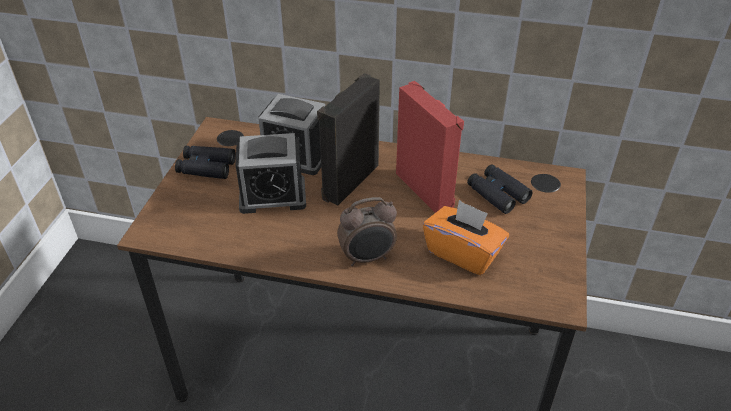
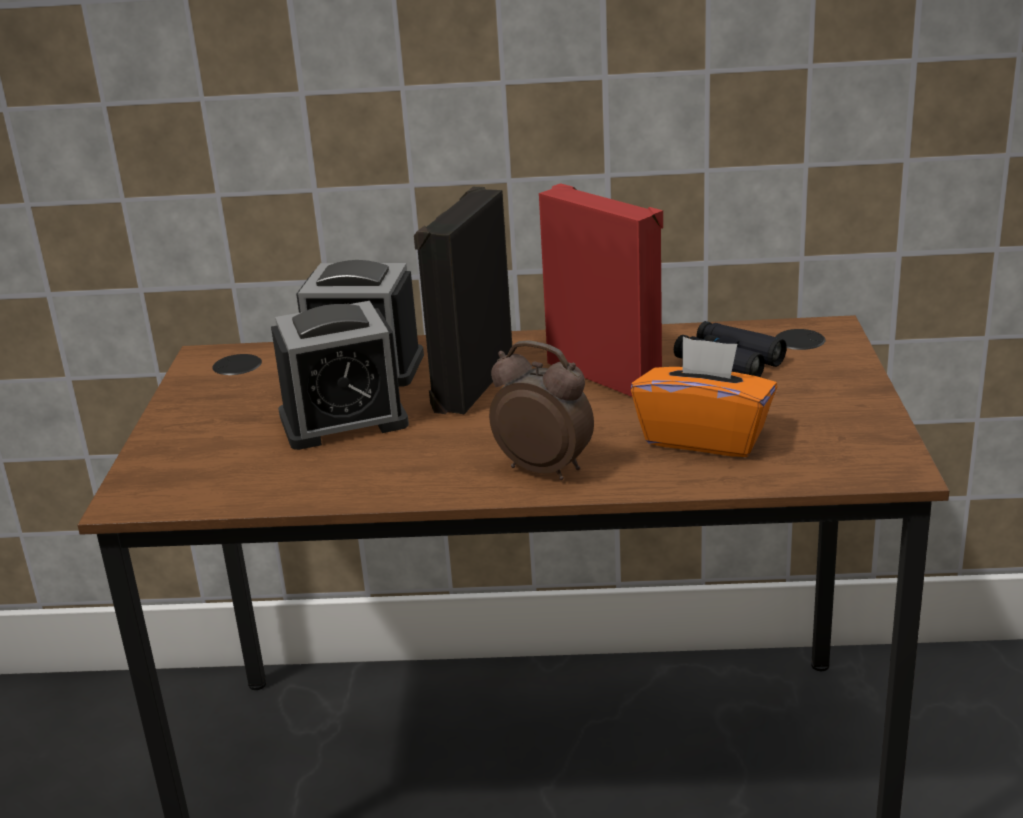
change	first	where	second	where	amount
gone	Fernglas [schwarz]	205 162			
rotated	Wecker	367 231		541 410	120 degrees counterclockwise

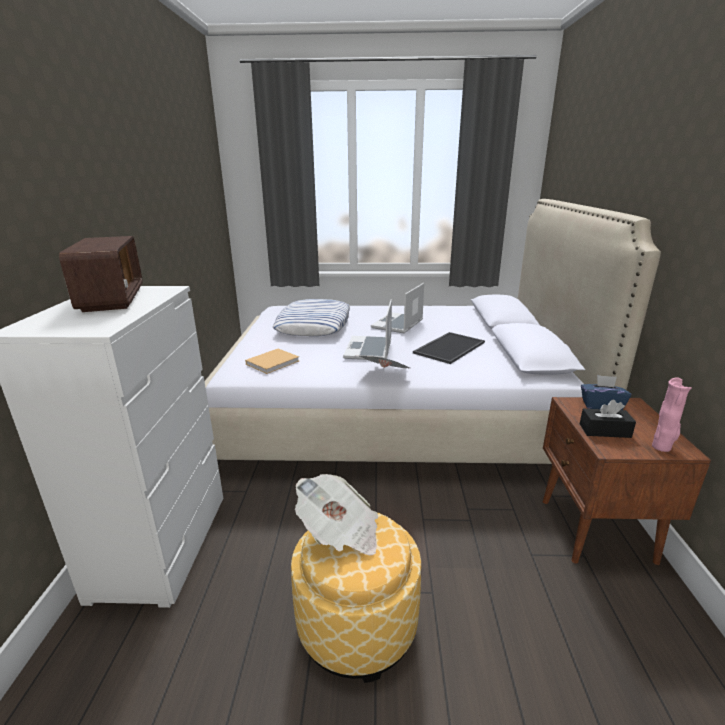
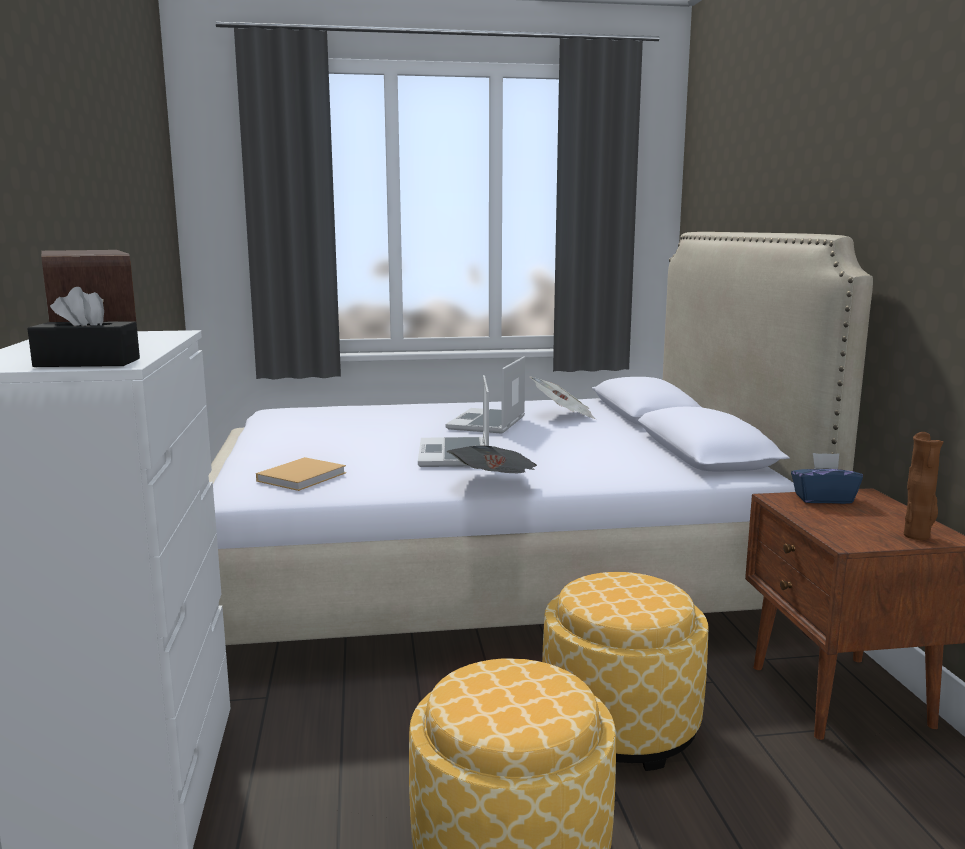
change	first	where	second	where	amount
gone	Kissen	311 317			
gone	Tablett	449 348			
new			Polsterhocker	625 671	
shifted	Zeitung	336 515		563 397	
shifted	Taschentuchbox [schwarz]	608 418		83 327	
repainted	Vase [rosa]	671 414	Vase [braun]	924 486	

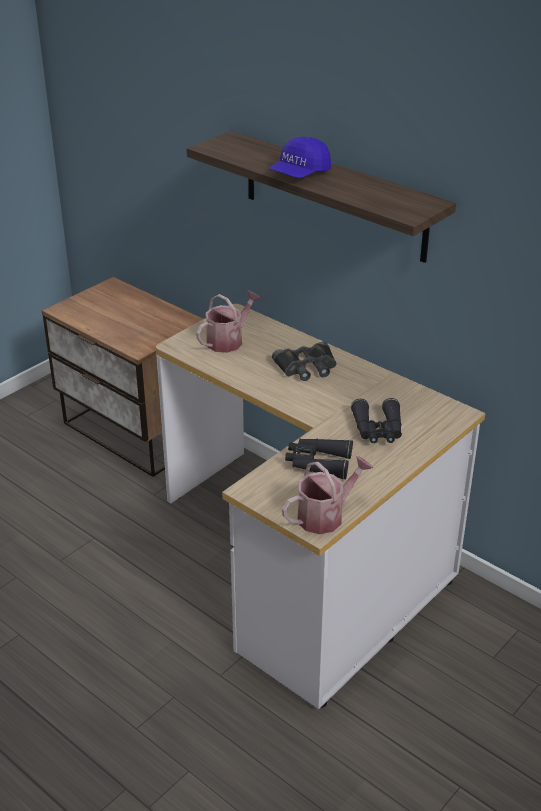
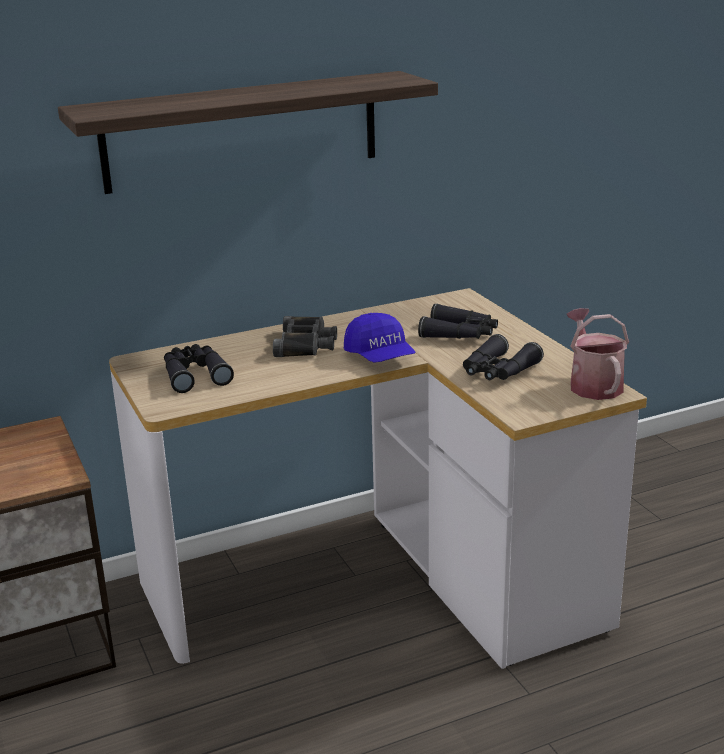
change	first	where	second	where	amount
shifted	Kappe [blau]	300 157		380 338	
swapped	Gießkanne	228 321	Fernglas [schwarz]	199 368	

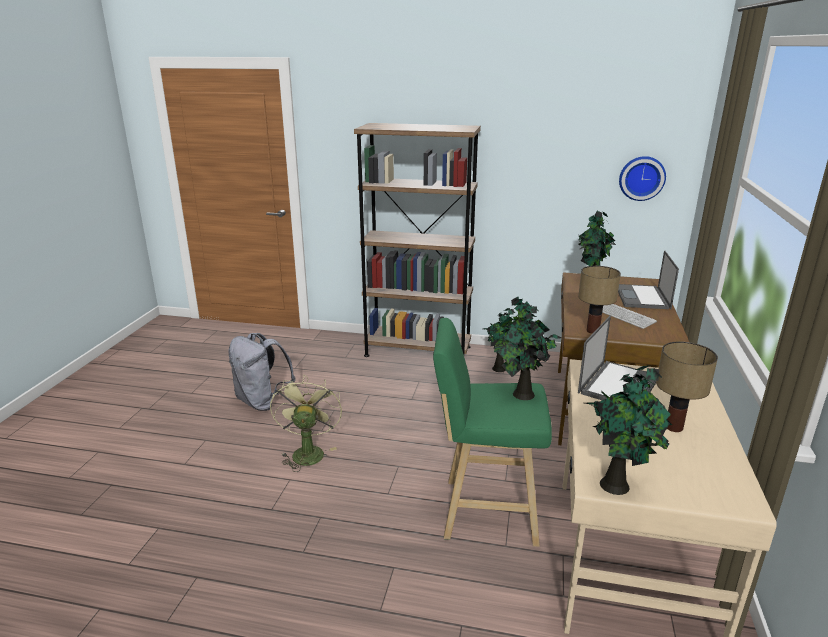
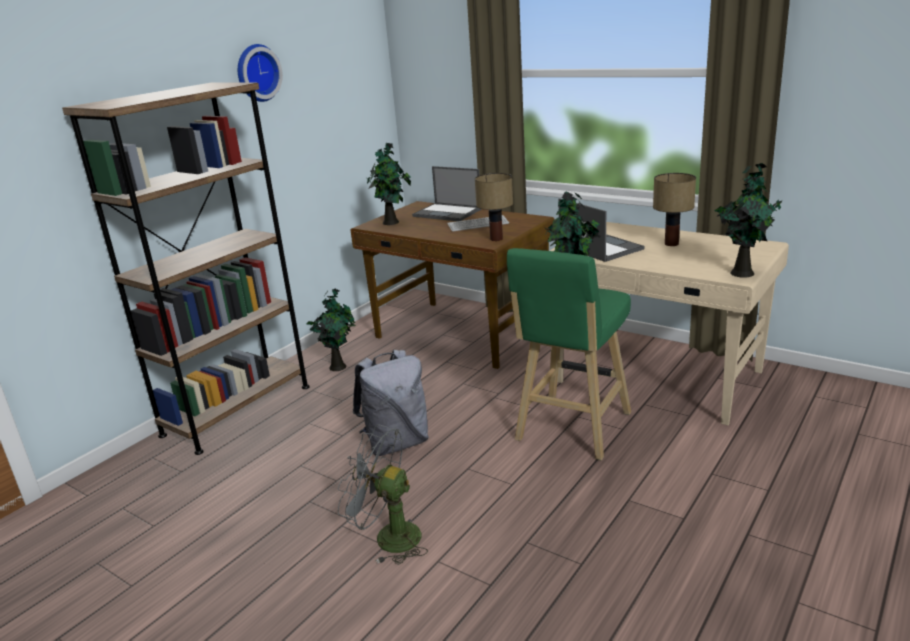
change	first	where	second	where	amount
shifted	Rucksack [grau]	262 372		391 403	
shifted	Wanduhr	642 178		260 73	
repainted	Ventilator [grün]	306 423	Ventilator [grau]	383 494	

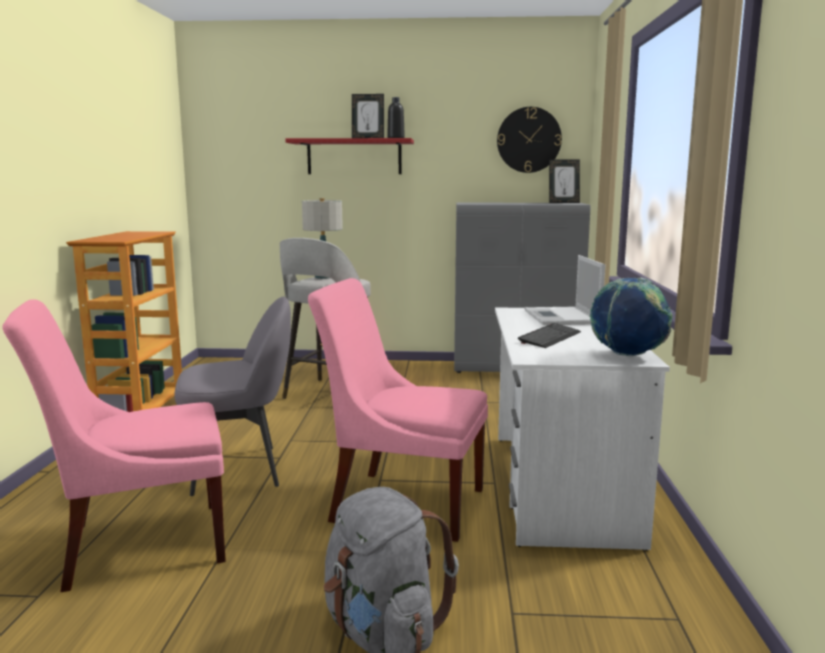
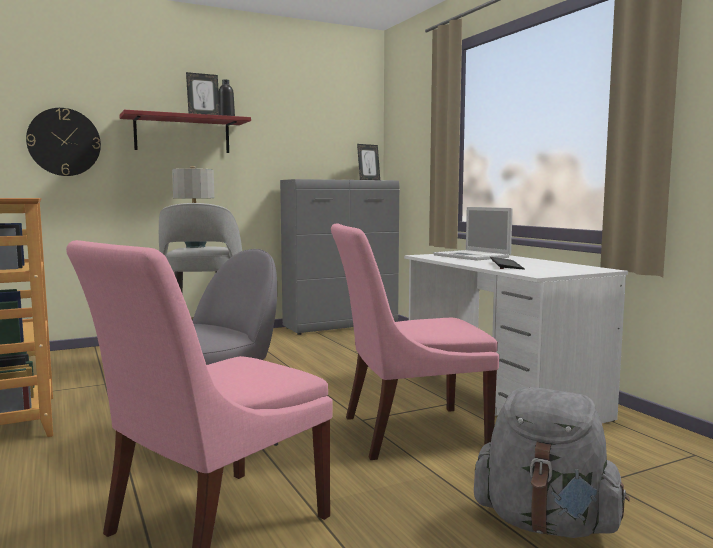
change	first	where	second	where	amount
gone	Globus	631 317			
shifted	Wanduhr	529 140		63 142	

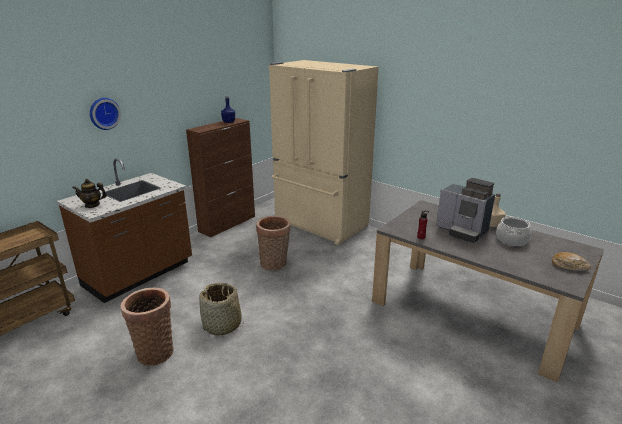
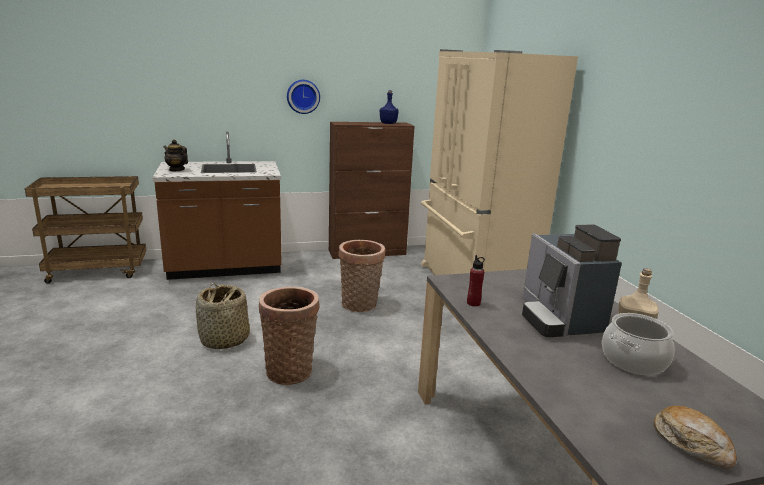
change	first	where	second	where	amount
shifted	Wanduhr	105 114		303 97	
shifted	Korb	147 327		289 336	

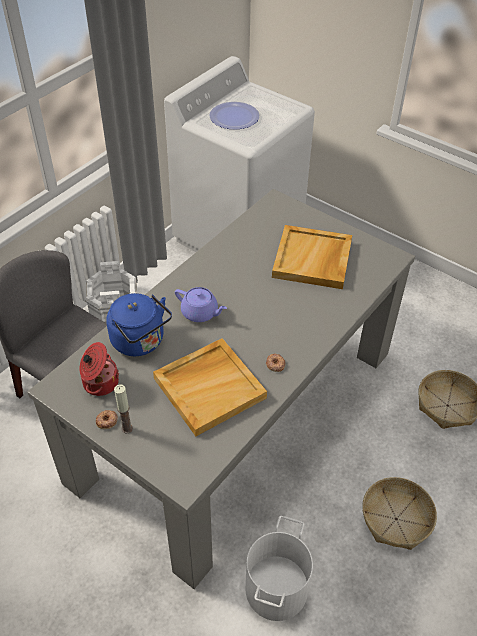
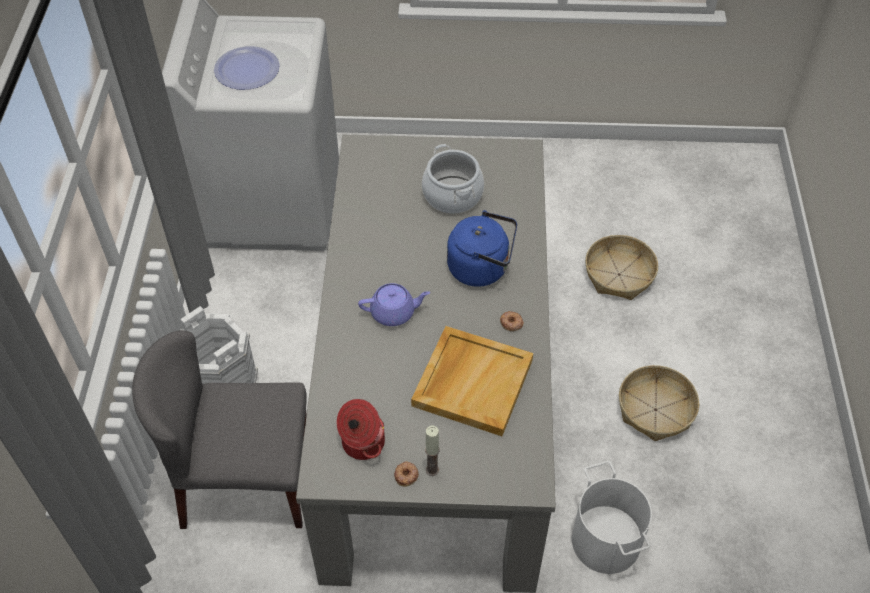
change	first	where	second	where	amount
shifted	Wasserkessel [blau]	139 324		482 248	
swapped	Tablett [beige]	312 257	Kochtopf	453 179	

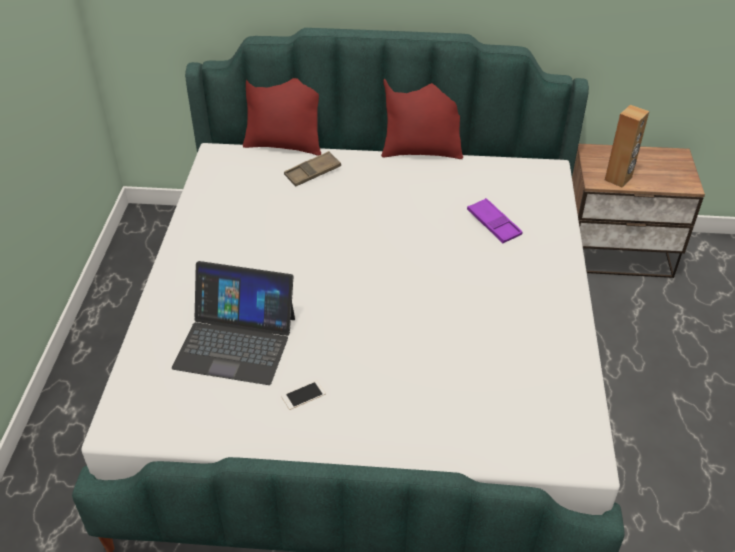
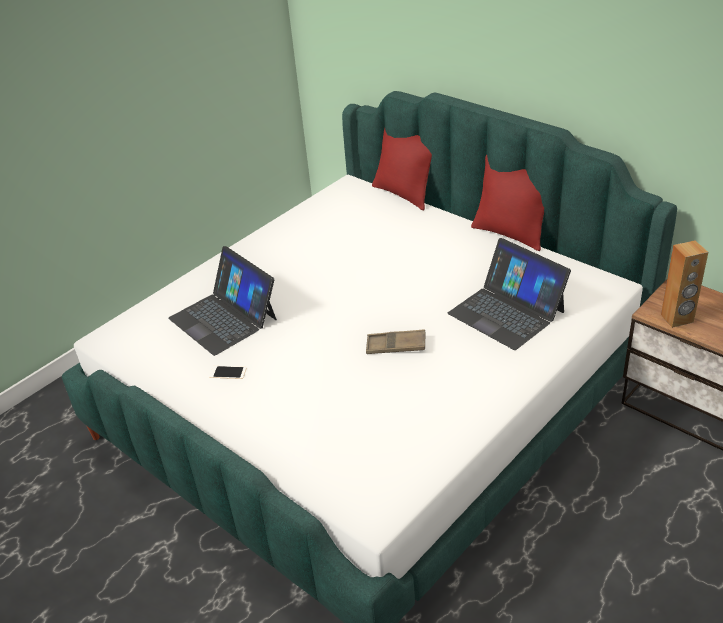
change	first	where	second	where	amount
shifted	Tablett [braun]	312 169		396 341	
swapped	Tablett [lila]	495 220	Laptop	509 294	

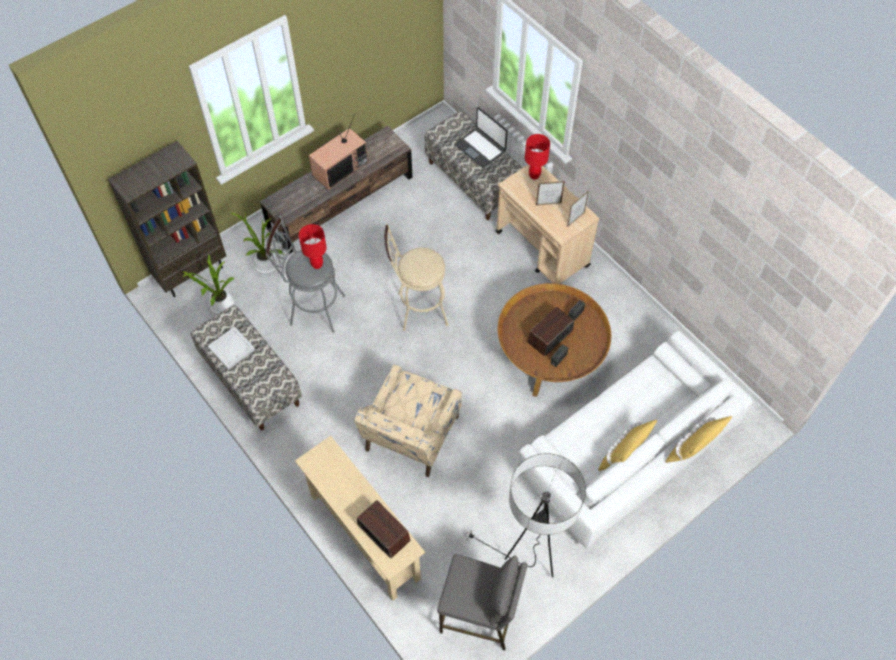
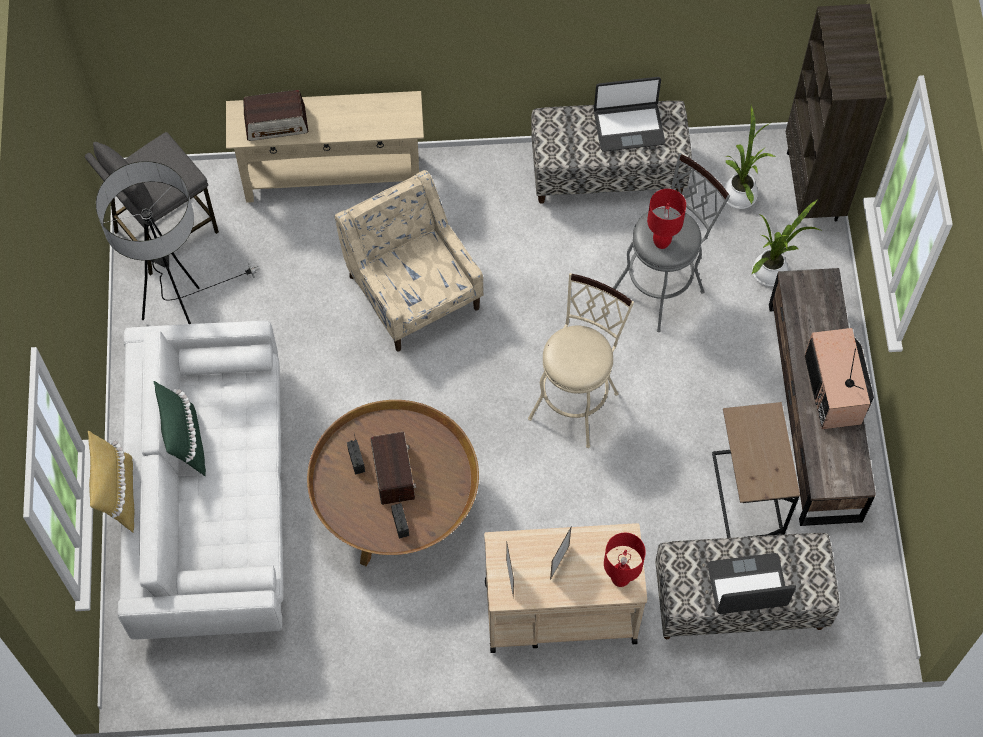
change	first	where	second	where	amount
new			Beistelltisch [braun]	756 470	
swapped	Tablett [weiß]	231 348	Laptop	629 114	
repainted	Kissen [gelb]	627 445	Kissen [grün]	179 428	

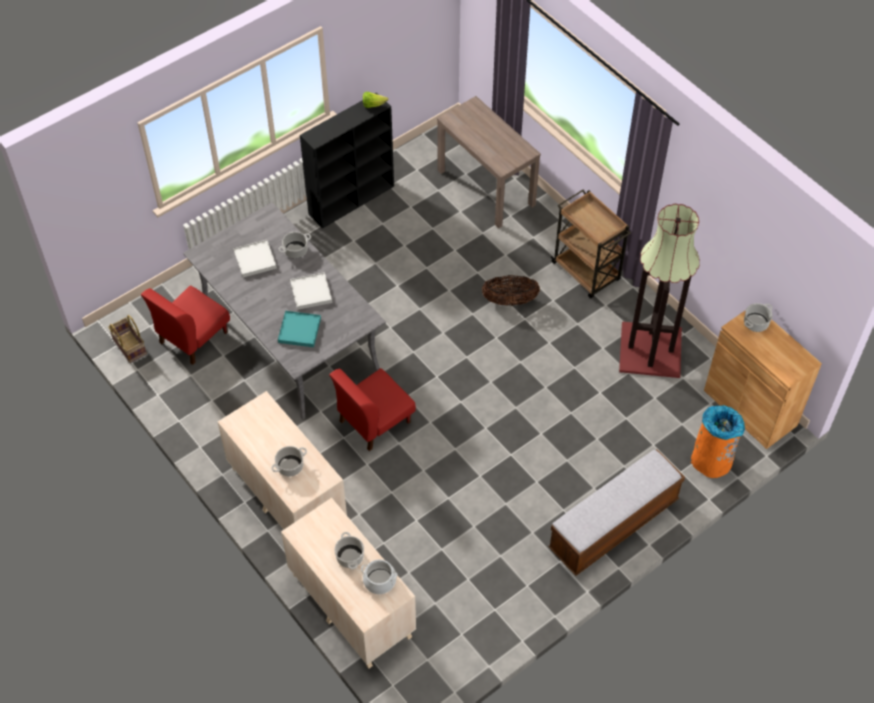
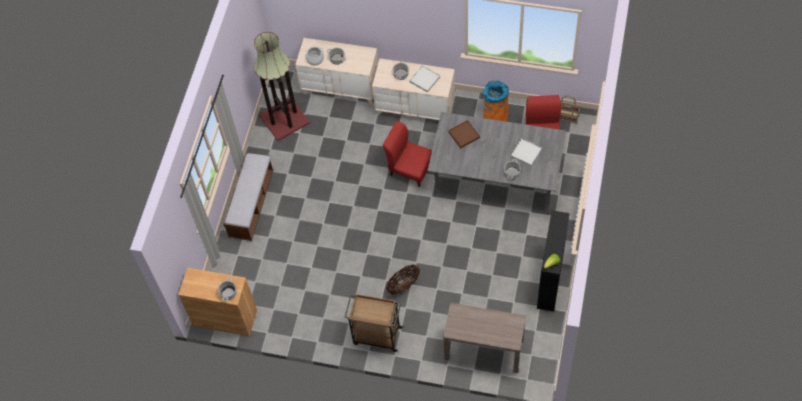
change	first	where	second	where	amount
shifted	Tablett [weiß]	311 291		424 79	
shifted	Stehlampe	659 291		282 86	
shifted	Mülleimer [orange]	718 441		496 101	
repainted	Tablett [türkis]	299 329	Tablett [braun]	464 134	
rotated	Stuhl [rot]	372 409		407 154	75 degrees counterclockwise

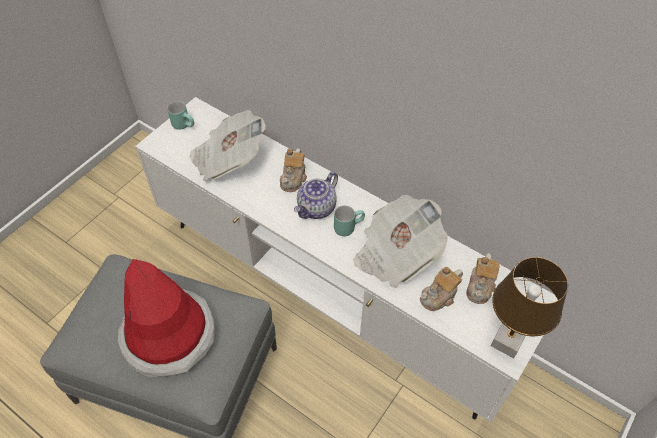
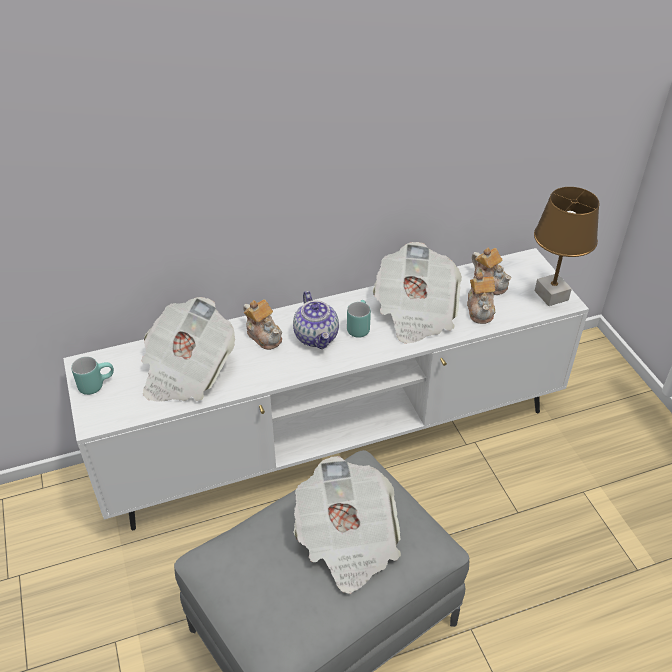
change	first	where	second	where	amount
swapped	Hut	166 318	Zeitung	347 525	

